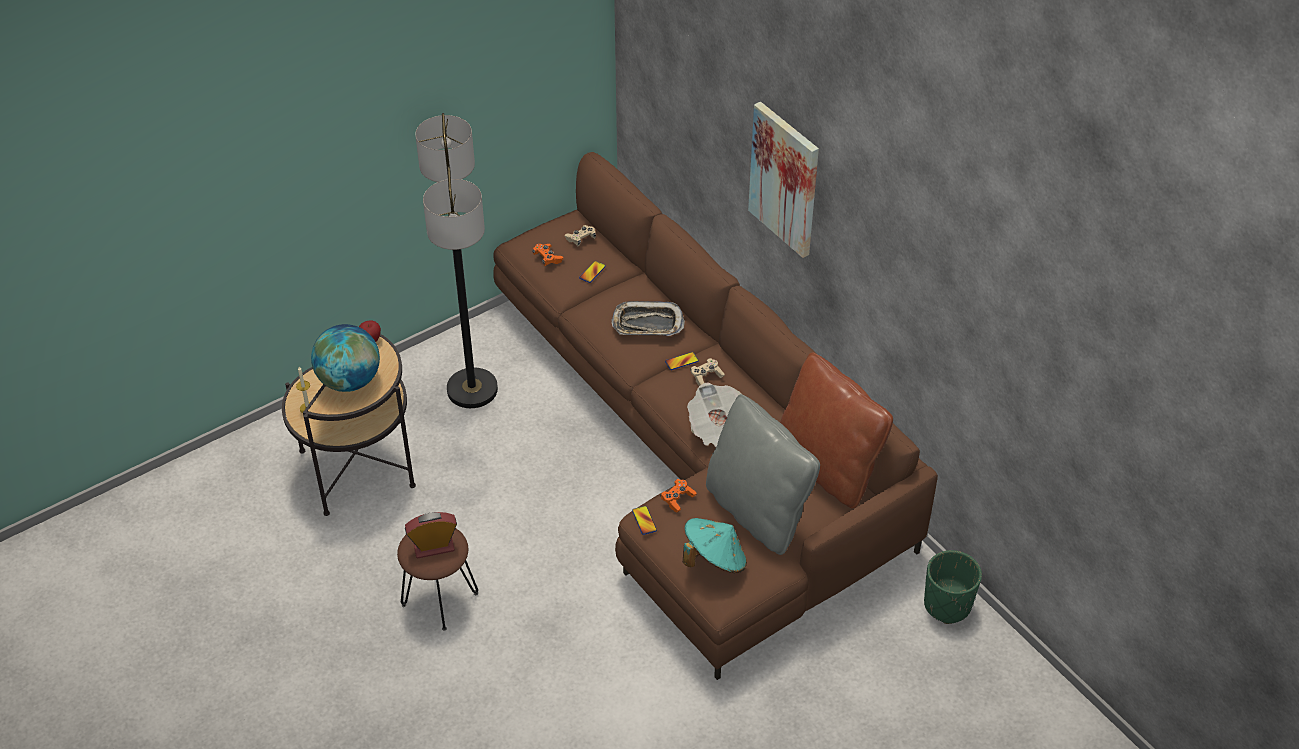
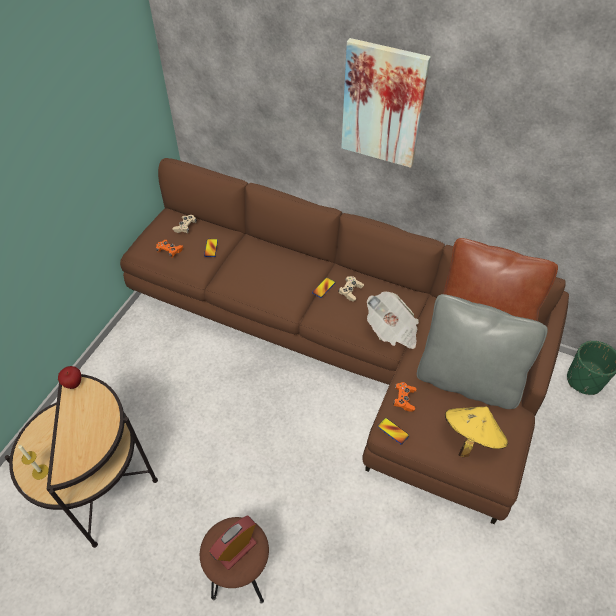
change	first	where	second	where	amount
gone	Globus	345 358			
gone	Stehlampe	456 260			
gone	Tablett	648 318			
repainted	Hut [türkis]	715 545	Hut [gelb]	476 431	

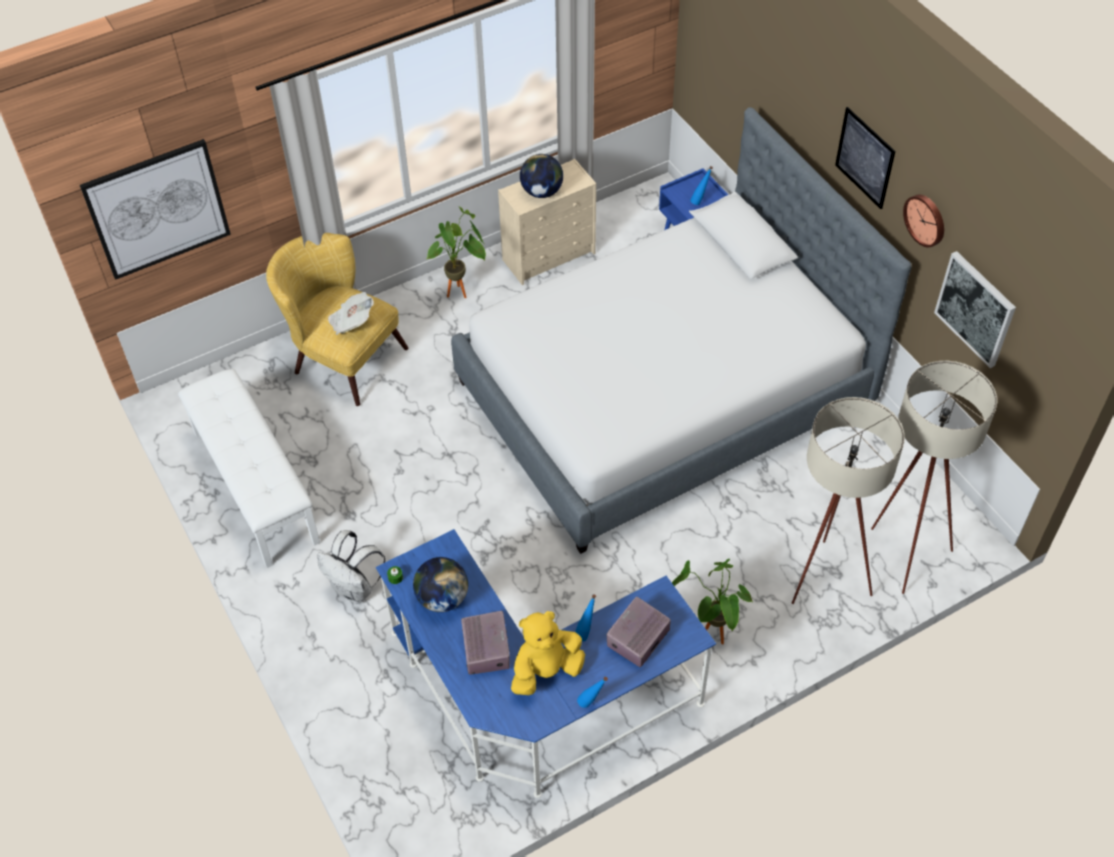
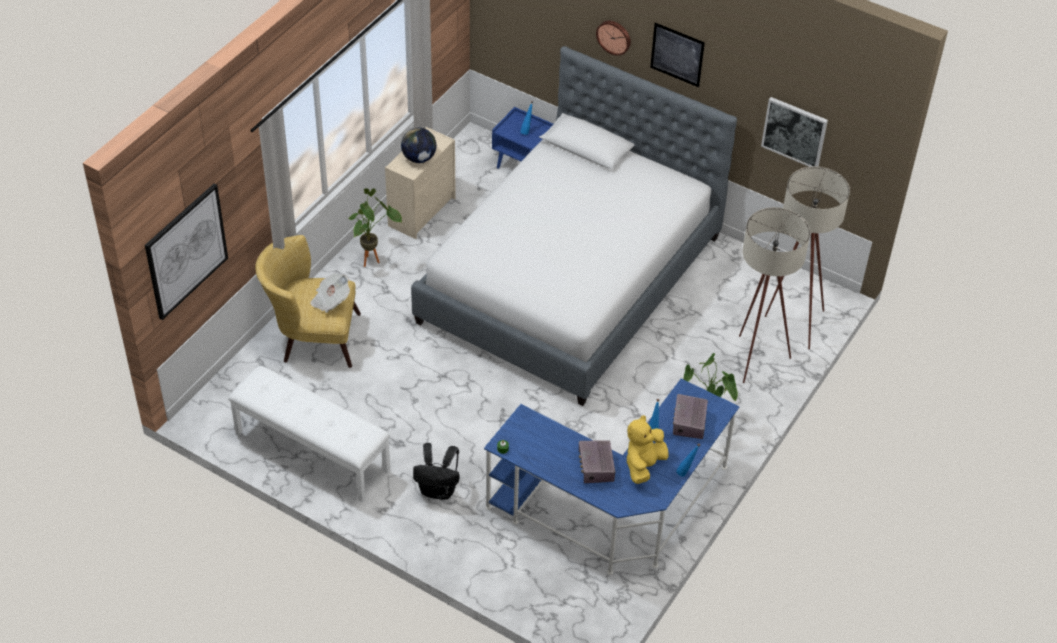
change	first	where	second	where	amount
gone	Globus	440 584			
shifted	Wanduhr	923 220		613 38	
repainted	Rucksack [weiß]	351 567	Rucksack [schwarz]	436 471	
rotated	Radio	485 643		597 461	150 degrees counterclockwise

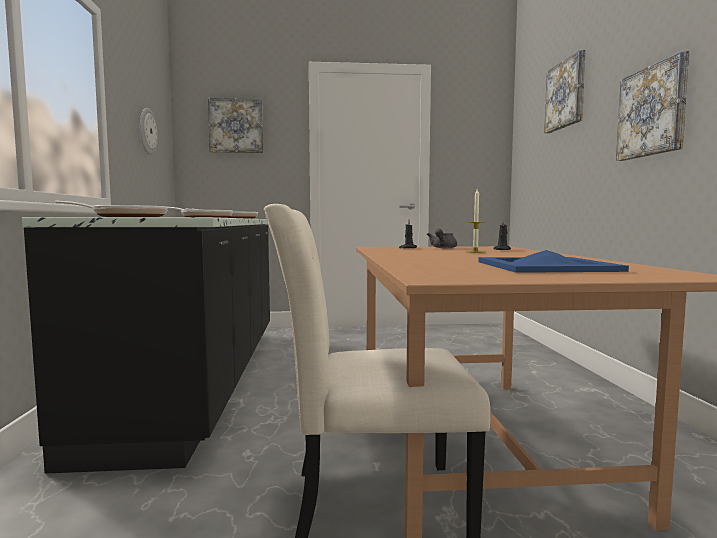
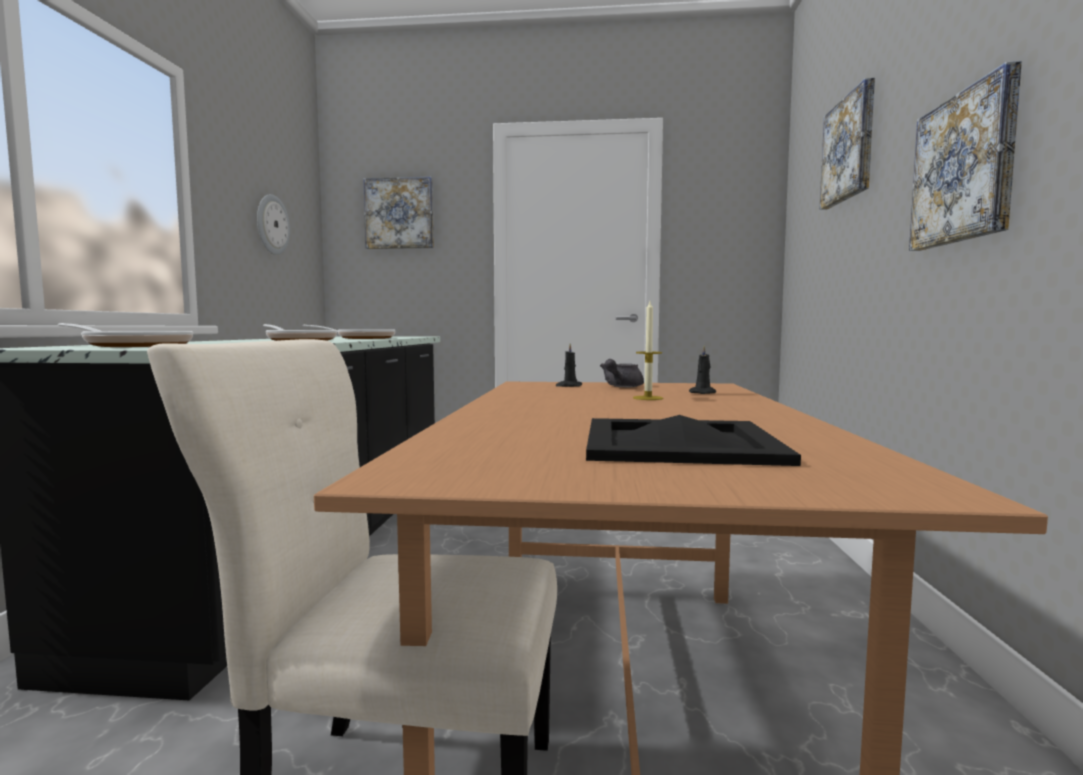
change	first	where	second	where	amount
repainted	Tablett [blau]	553 261	Tablett [schwarz]	693 440	

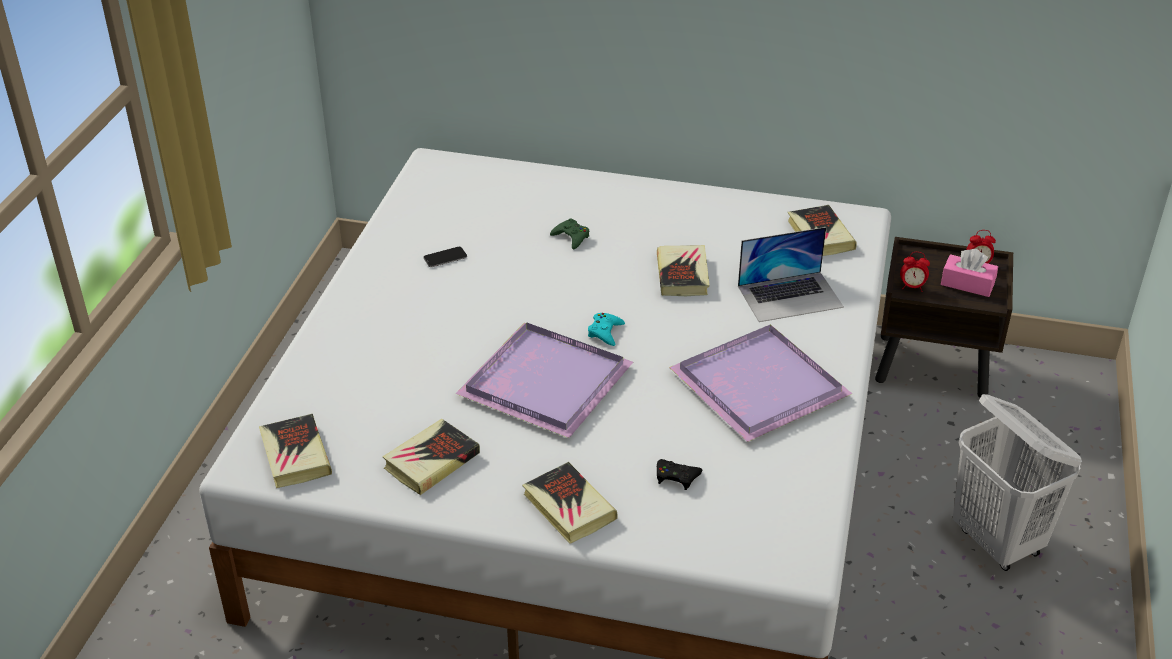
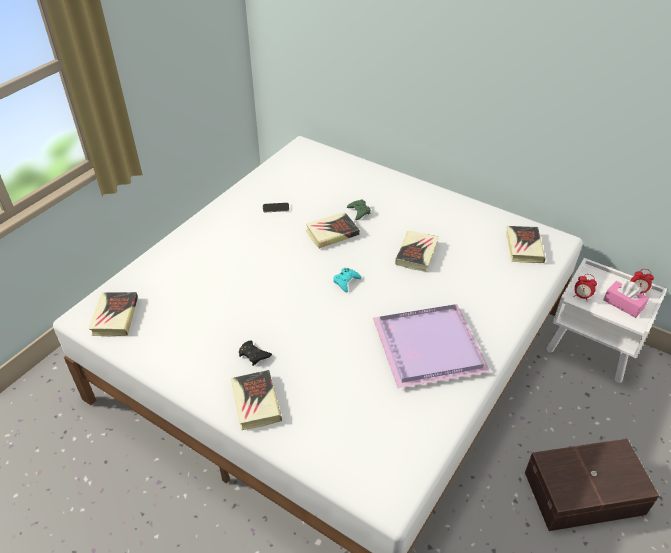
change	first	where	second	where	amount
gone	Tablett [lila]	544 380			
gone	Laptop	791 274			
shifted	Buch	431 457		333 230	
shifted	Gamepad [schwarz]	679 474		255 353	
swapped	Wäschekorb [weiß]	1017 482	Aufbewahrungsbox [braun]	592 484	
repainted	Nachttisch [braun]	944 317	Nachttisch [weiß]	607 320	

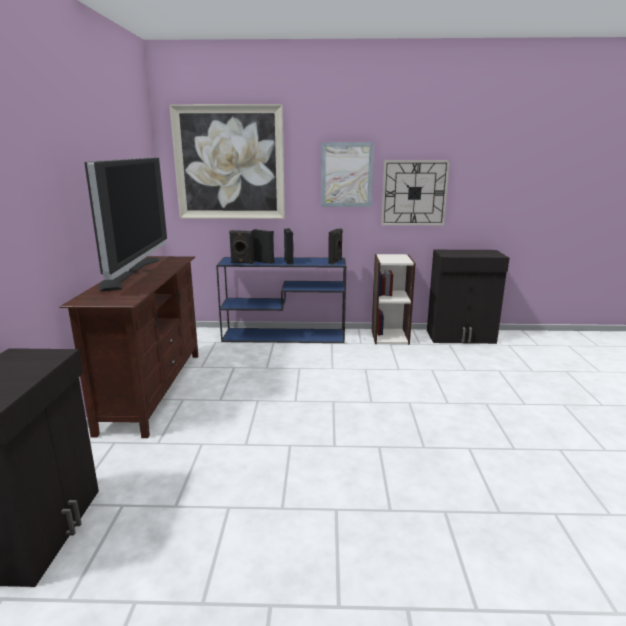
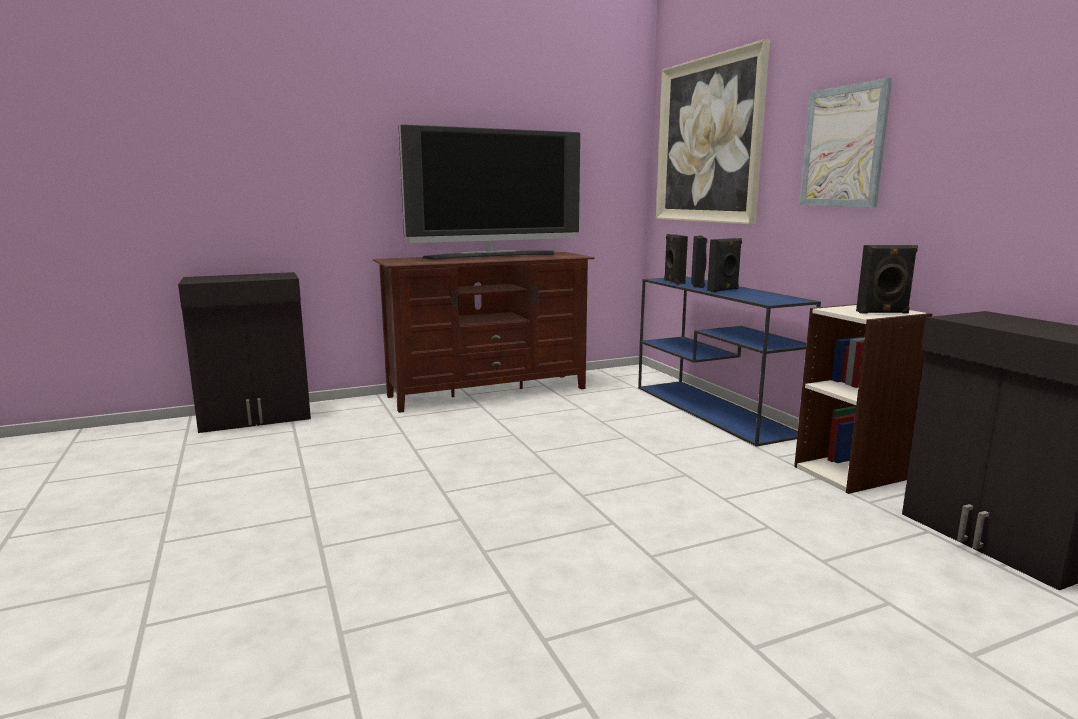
change	first	where	second	where	amount
gone	Wanduhr	415 193			
shifted	Lautsprecher [schwarz]	335 246		887 279	

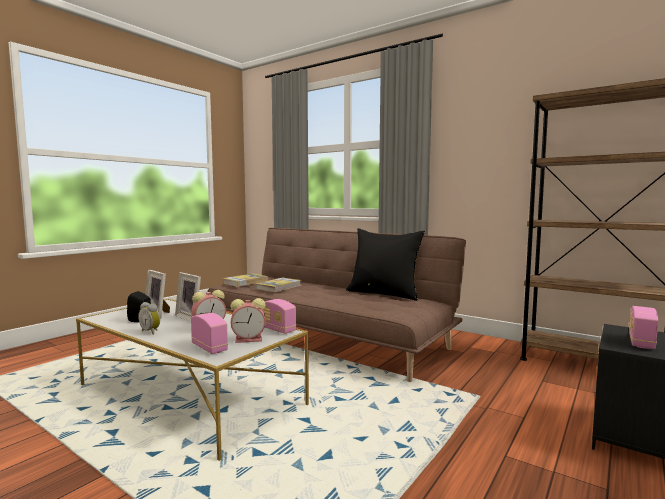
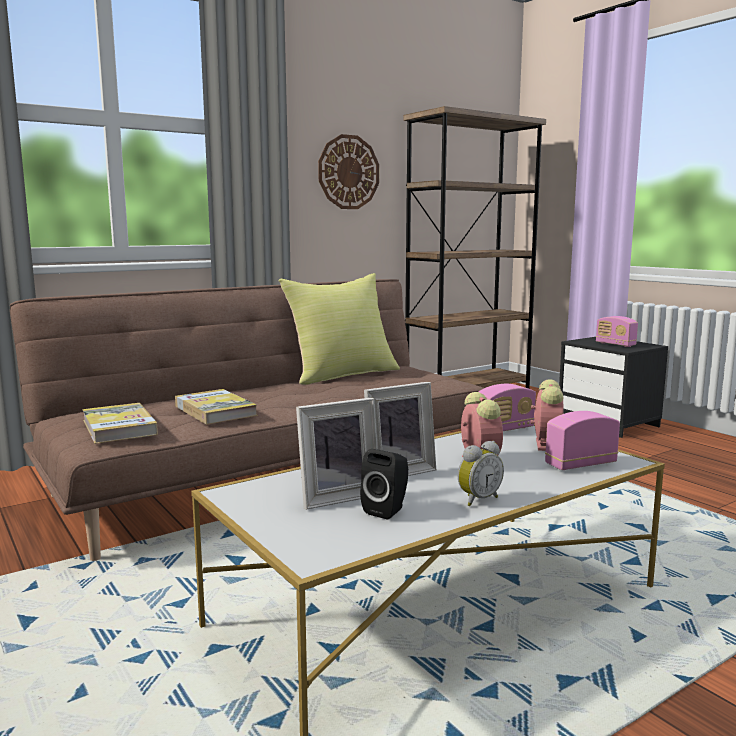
change	first	where	second	where	amount
new			Wanduhr	348 171	
repainted	Kissen [schwarz]	385 264	Kissen [gelb]	339 329	

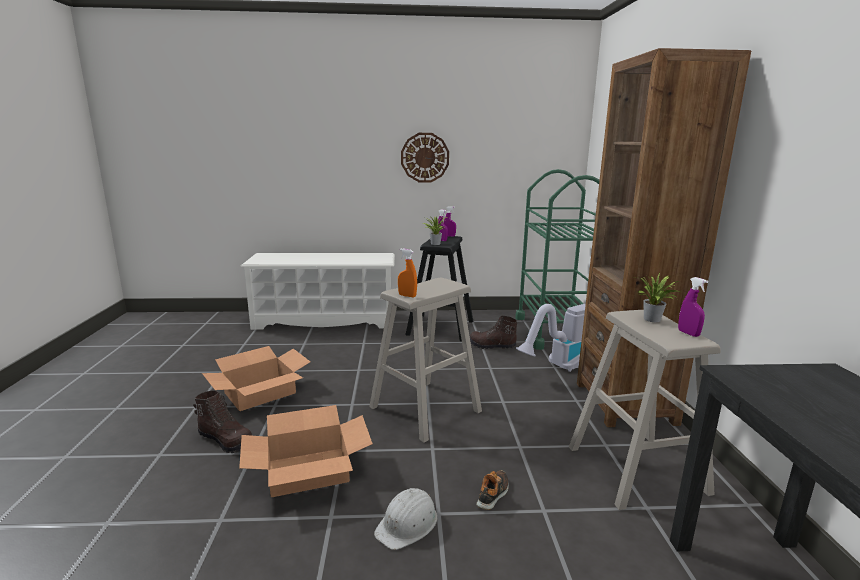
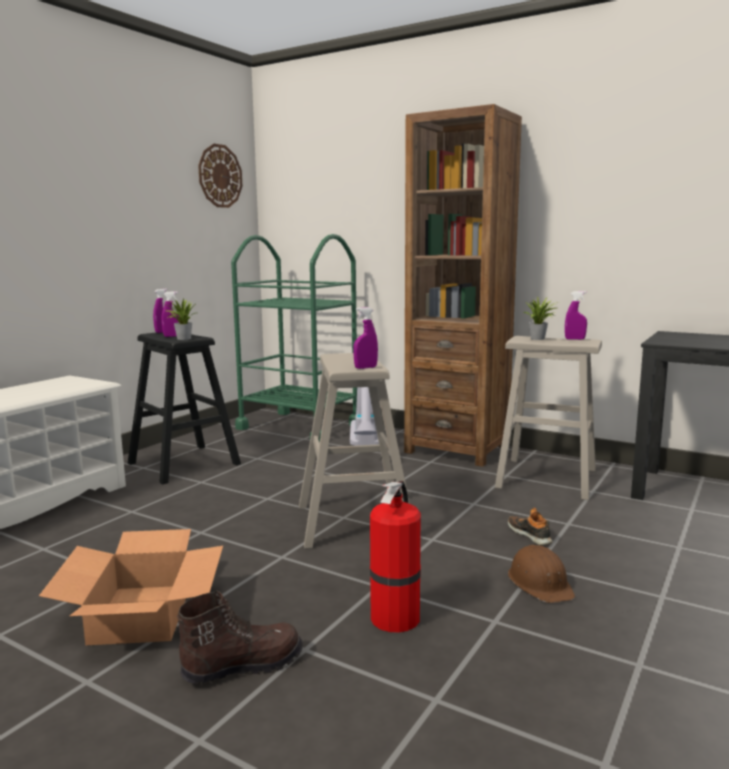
change	first	where	second	where	amount
gone	Stiefel [braun]	493 332			
shifted	Wanduhr	425 157		220 176	
swapped	Karton	306 451	Feuerlöscher	395 557	
repainted	Schutzhelm [weiß]	405 519	Schutzhelm [braun]	541 574	
repainted	Sprühflasche [orange]	407 272	Sprühflasche [lila]	365 338	

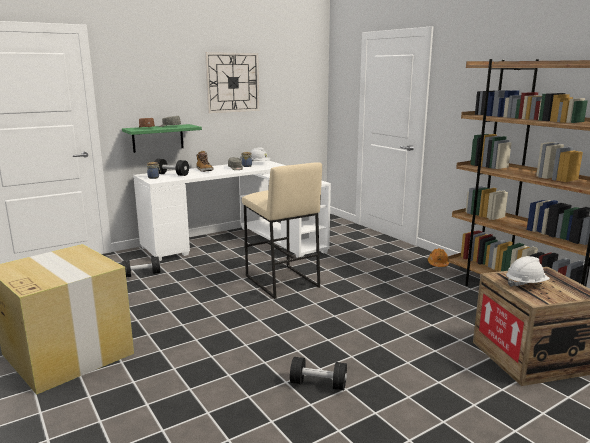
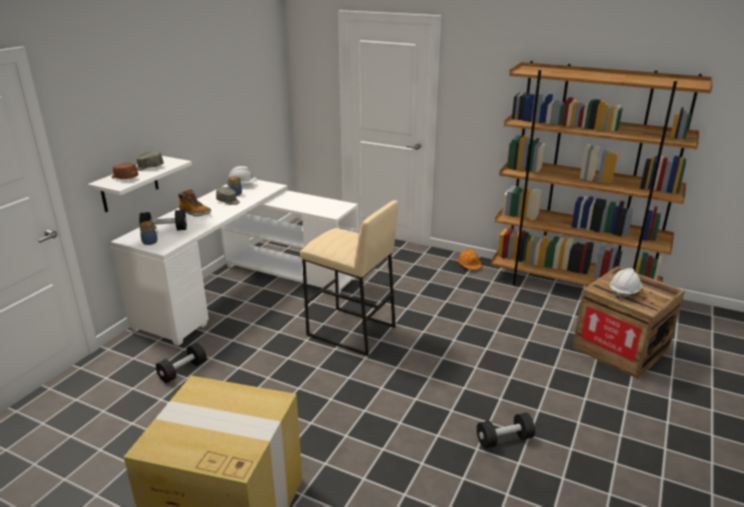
change	first	where	second	where	amount
gone	Wanduhr	232 82			
repainted	Wandregal [grün]	162 138	Wandregal [weiß]	140 184	

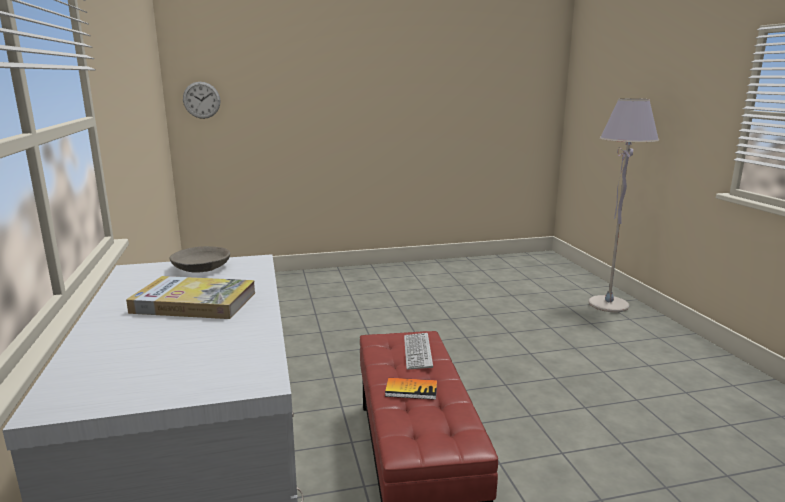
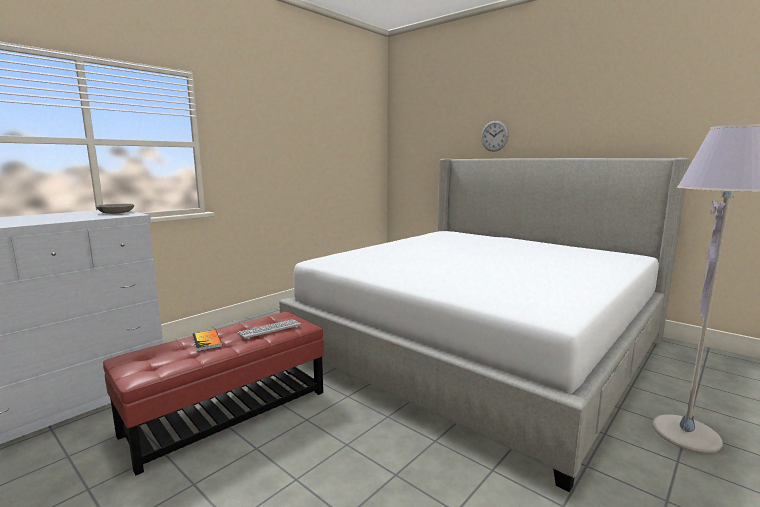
change	first	where	second	where	amount
gone	Buch	190 297			
new			Bett	484 325	
shifted	Wanduhr	201 100		495 136	

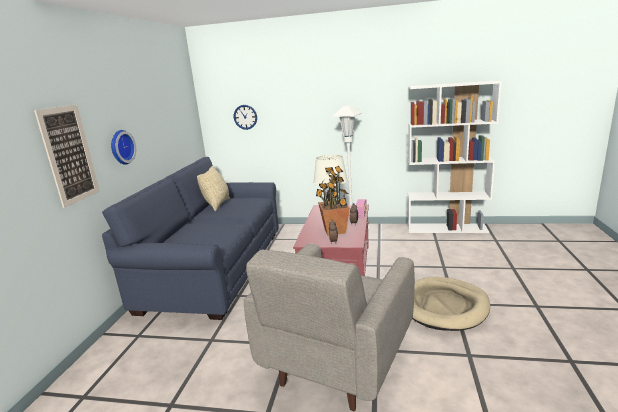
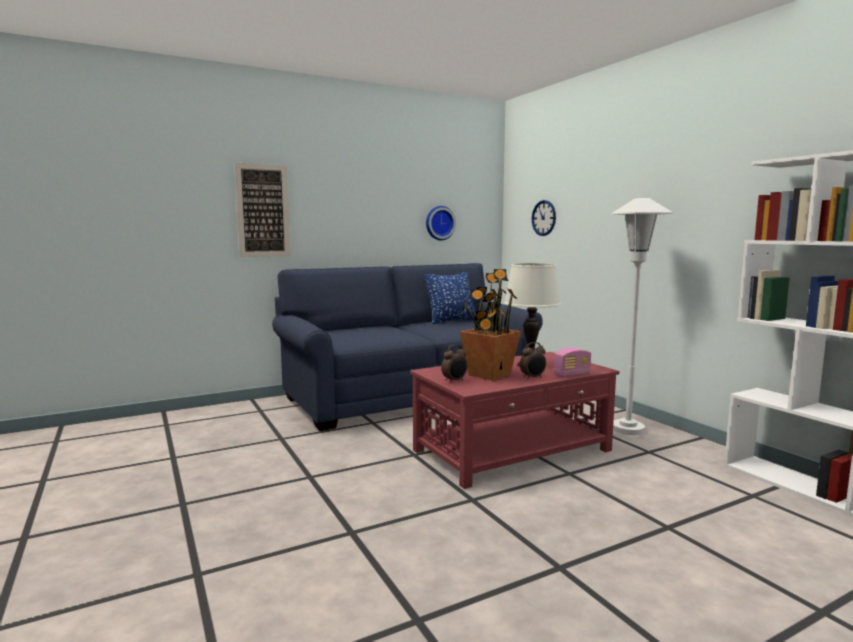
change	first	where	second	where	amount
gone	Sessel [grau]	329 327			
gone	Hundebett [beige]	451 304			
shifted	Wanduhr	123 147		441 223	
repainted	Kissen [beige]	213 188	Kissen [blau]	450 298	

